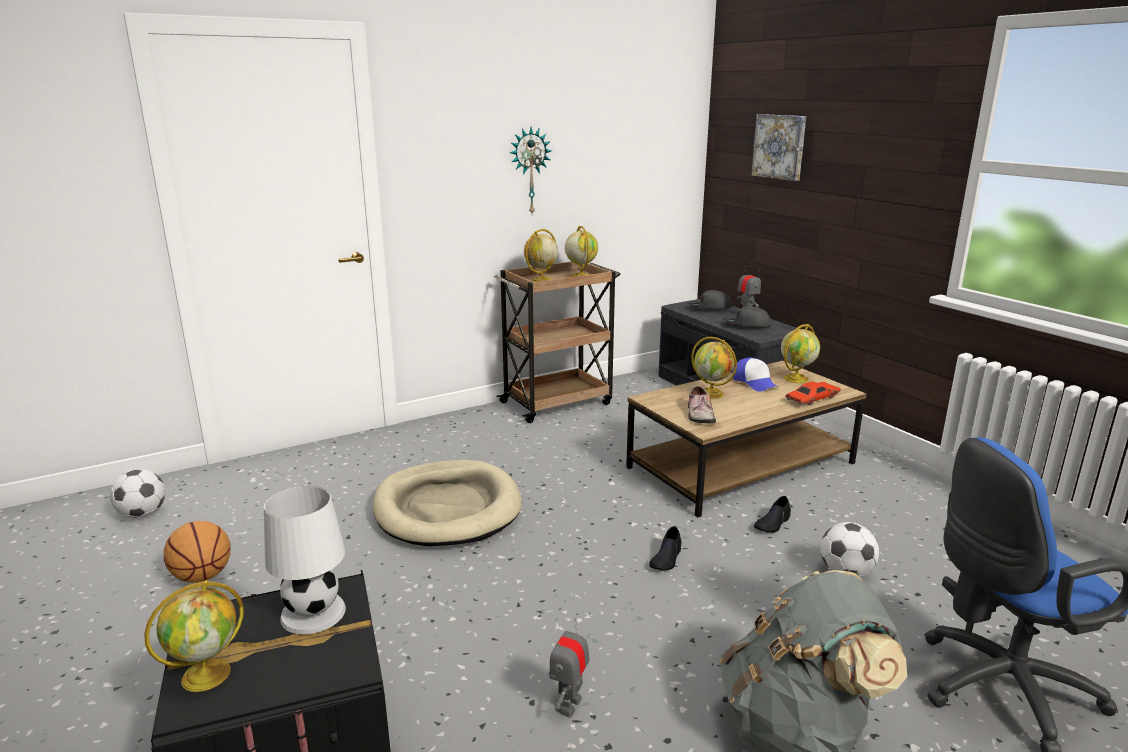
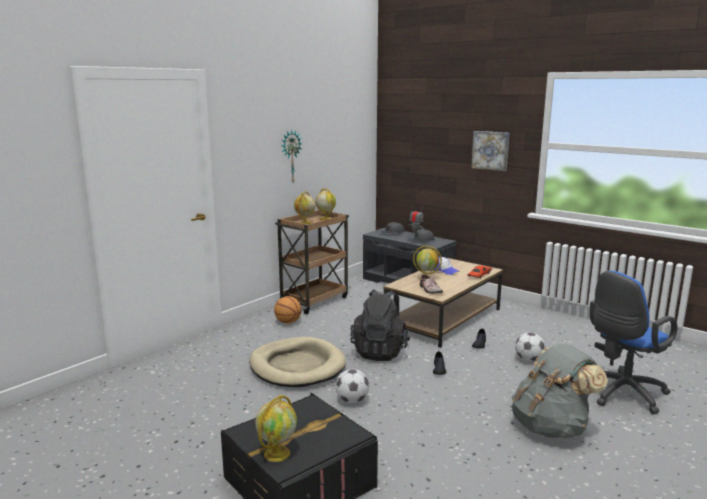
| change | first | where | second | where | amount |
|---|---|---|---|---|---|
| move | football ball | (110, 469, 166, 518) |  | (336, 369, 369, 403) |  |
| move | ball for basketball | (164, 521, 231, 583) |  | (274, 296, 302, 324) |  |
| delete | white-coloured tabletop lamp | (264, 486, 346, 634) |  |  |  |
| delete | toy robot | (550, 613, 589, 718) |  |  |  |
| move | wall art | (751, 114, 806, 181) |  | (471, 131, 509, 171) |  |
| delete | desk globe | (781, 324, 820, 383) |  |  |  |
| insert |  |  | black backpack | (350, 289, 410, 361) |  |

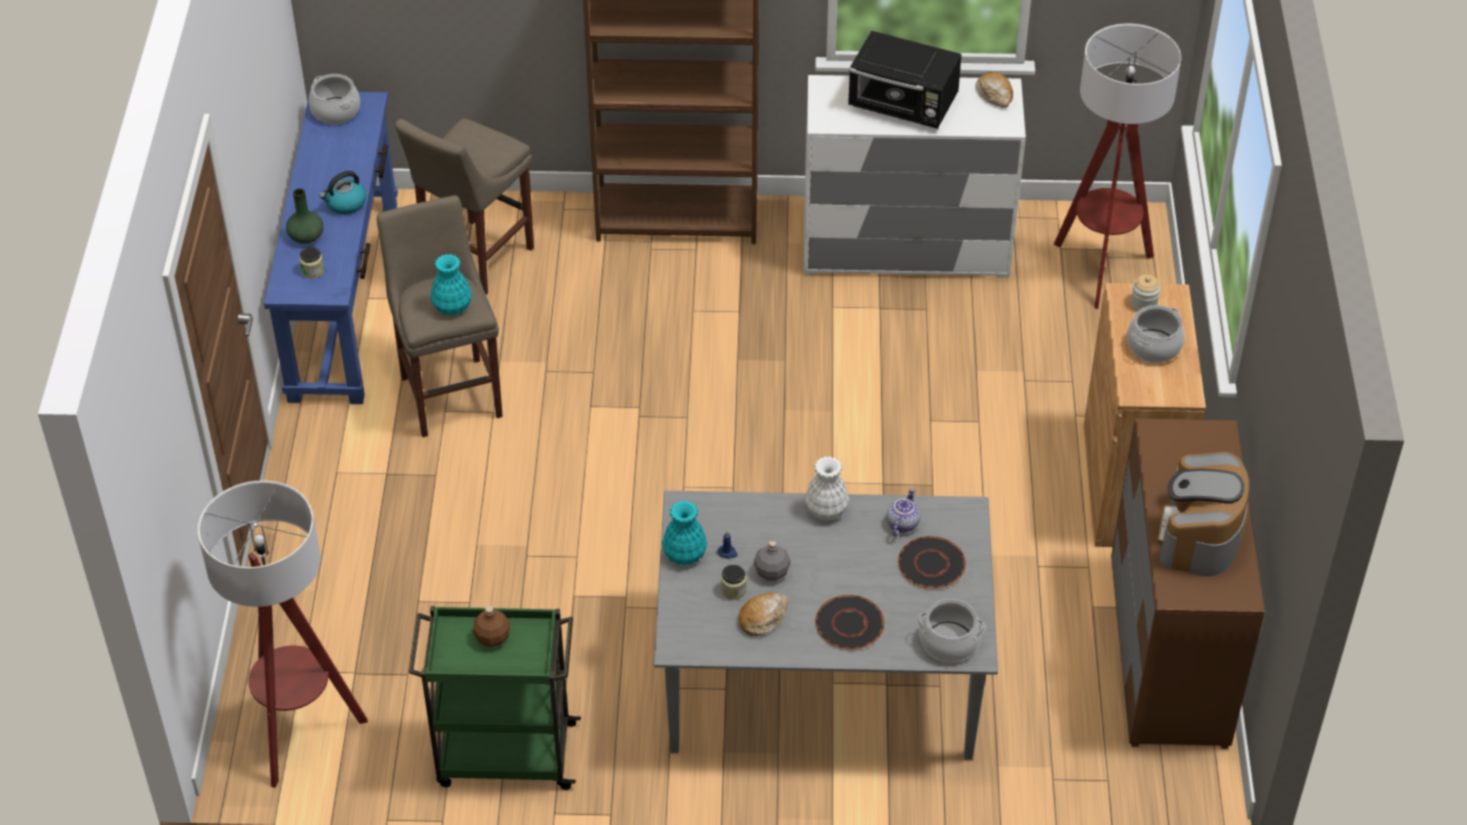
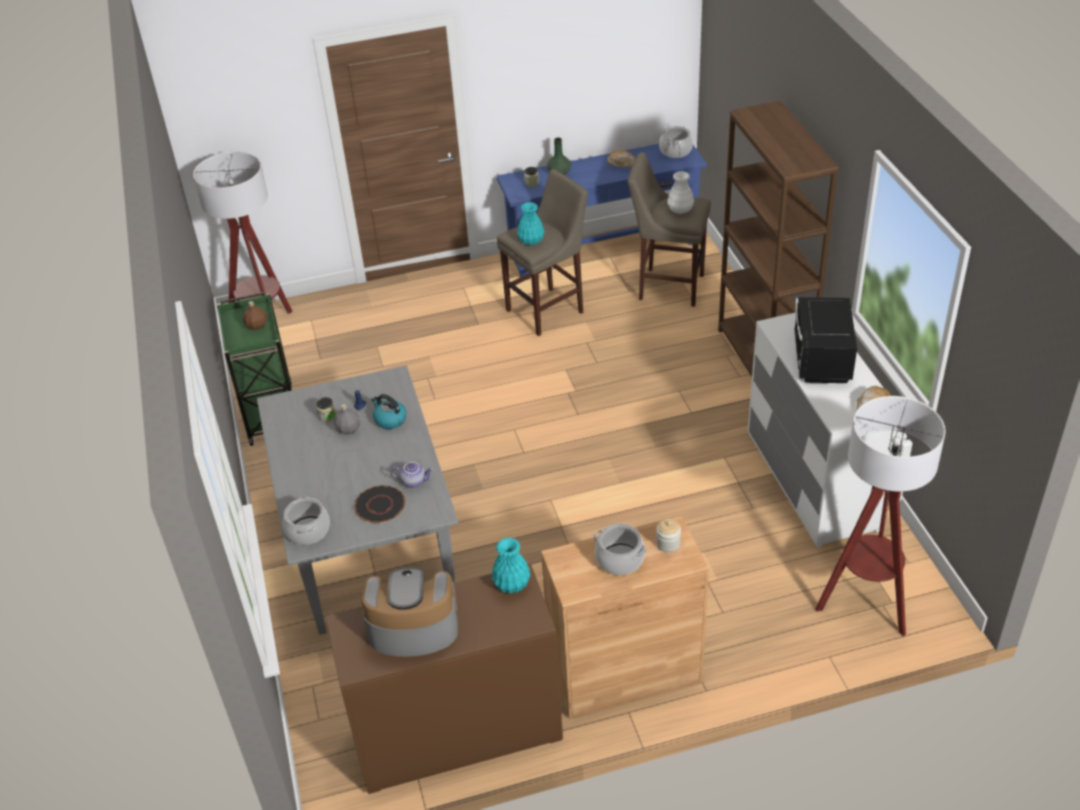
| change | first | where | second | where | amount |
|---|---|---|---|---|---|
| move | kettle | (320, 171, 366, 214) |  | (371, 394, 407, 429) |  |
| move | blue-green decorative vase | (662, 501, 707, 566) |  | (492, 537, 530, 594) |  |
| move | baked bread | (739, 593, 788, 636) |  | (607, 150, 636, 168) |  |
| move | white-coloured decorative vase | (805, 456, 849, 521) |  | (667, 171, 694, 214) |  |
| delete | black dinner plate | (815, 595, 885, 650) |  |  |  |

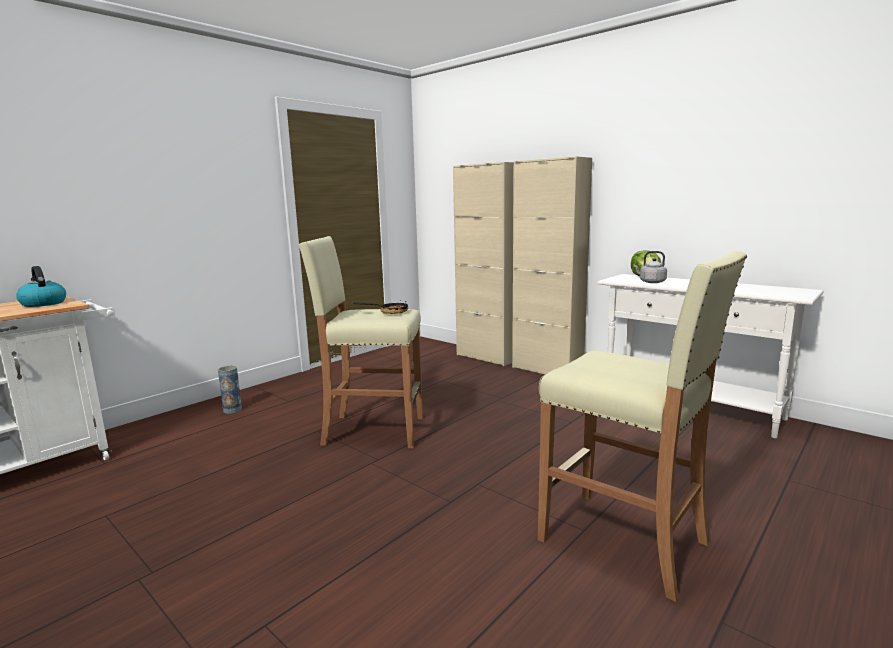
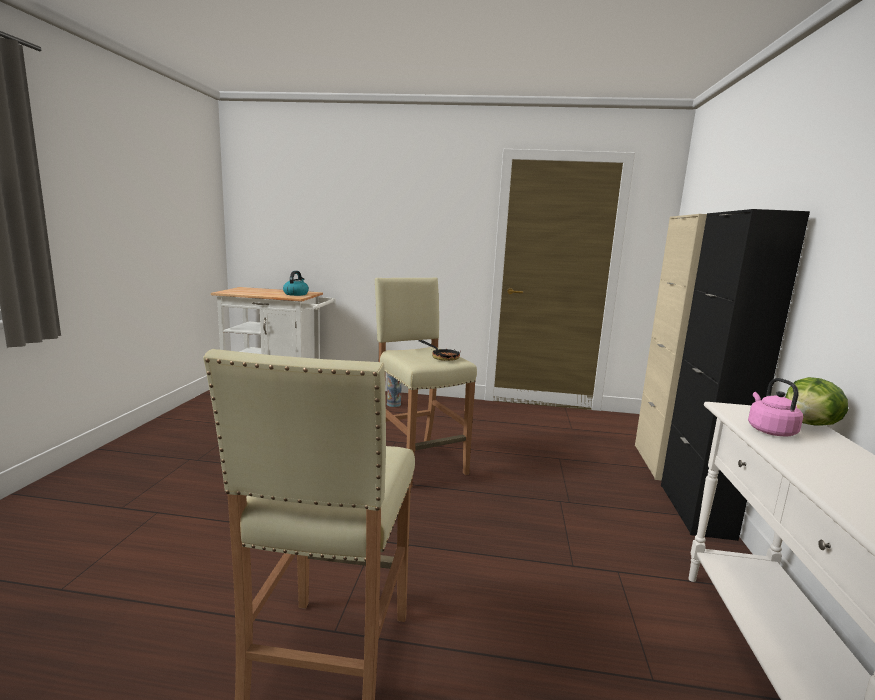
| change | first | where | second | where | amount |
|---|---|---|---|---|---|
| recolor | beige cupboard | (512, 156, 592, 374) | black cupboard | (661, 209, 810, 541) |  |
| recolor | grey kettle | (633, 251, 667, 283) | pink kettle | (748, 378, 803, 437) |  |

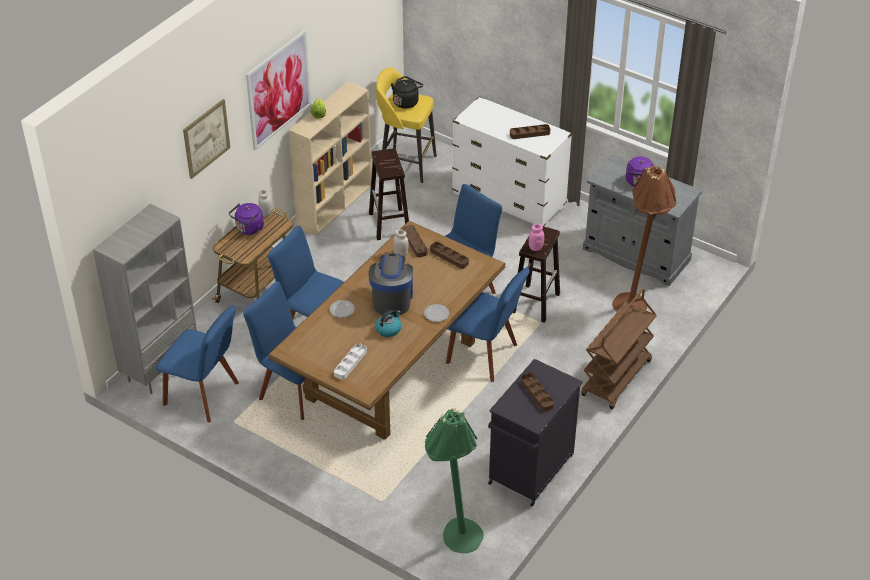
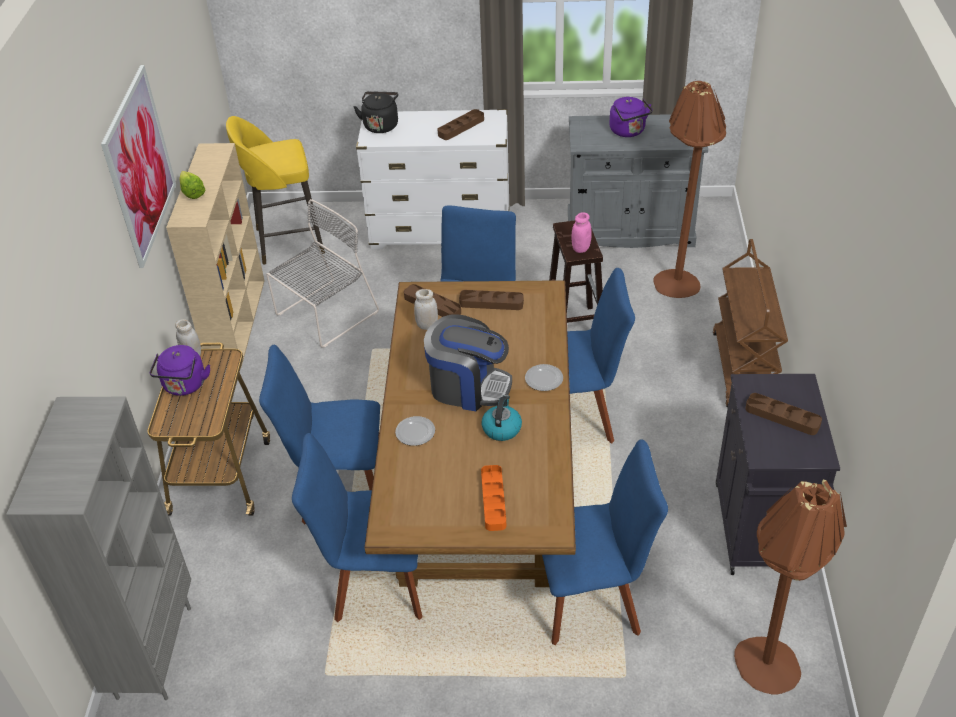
| change | first | where | second | where | amount |
|---|---|---|---|---|---|
| move | blue-coloured plain chair | (156, 305, 239, 423) |  | (542, 439, 668, 645) |  |
| delete | wall art | (183, 99, 230, 179) |  |  |  |
| recolor | white-coloured carrying tray | (334, 343, 367, 380) | orange carrying tray | (481, 465, 506, 531) |  |
| rotate | coffee maker | (368, 253, 413, 315) |  | (424, 315, 512, 411) | 135 degrees clockwise |
| replace | brown-coloured stool seat | (369, 148, 409, 240) | grey plain chair | (266, 199, 379, 347) |  |
| move | black kettle | (391, 76, 423, 109) |  | (354, 91, 398, 133) |  |
| recolor | green-coloured standing lamp | (425, 408, 484, 553) | brown-coloured standing lamp | (734, 480, 847, 695) |  |

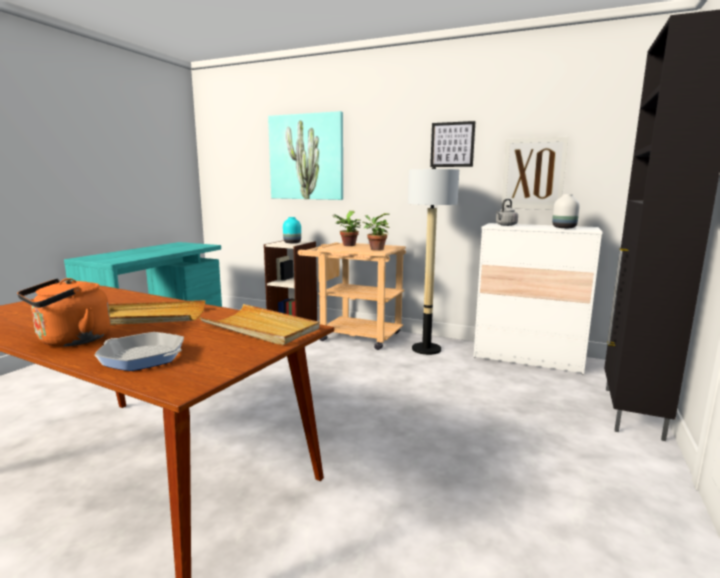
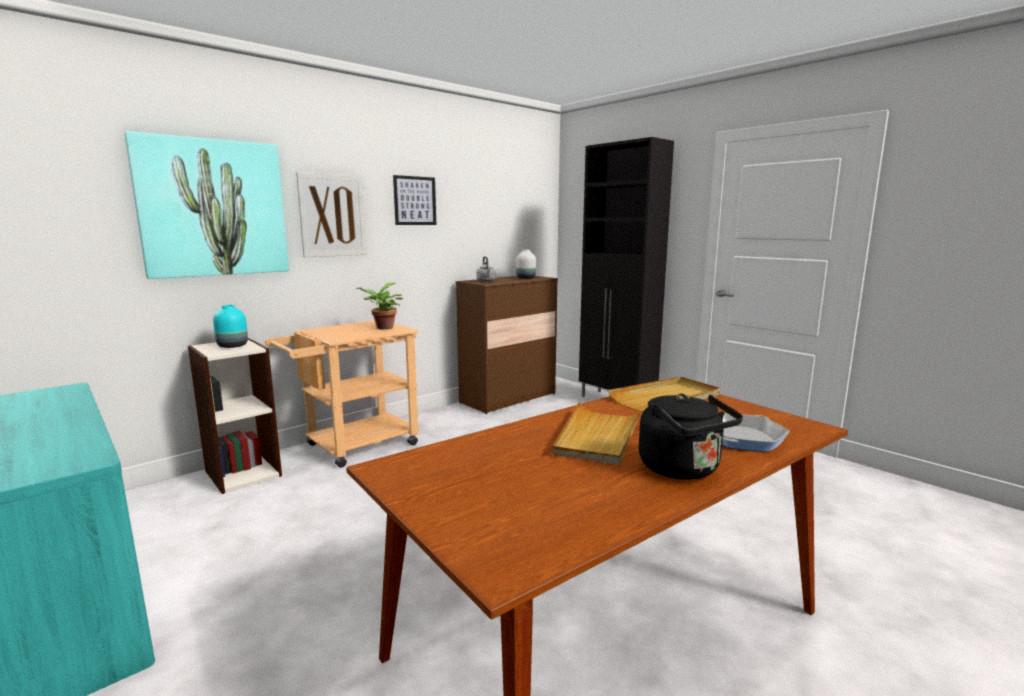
| change | first | where | second | where | amount |
|---|---|---|---|---|---|
| recolor | orange kettle | (17, 278, 110, 347) | black kettle | (639, 394, 743, 480) |  |
| delete | plant in a pot | (333, 211, 361, 246) |  |  |  |
| delete | standing lamp | (408, 166, 459, 355) |  |  |  |
| recolor | white-coloured chest of drawers | (474, 223, 603, 374) | brown-coloured chest of drawers | (456, 276, 558, 414) |  |
| move | wall art | (501, 137, 569, 210) |  | (296, 172, 367, 257) |  |

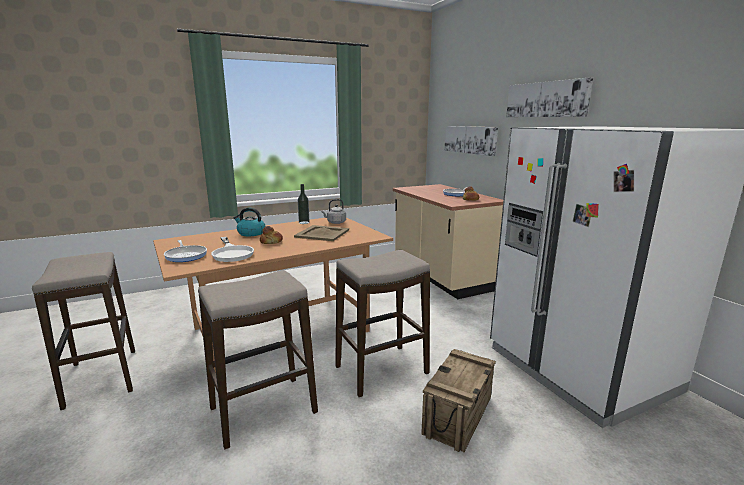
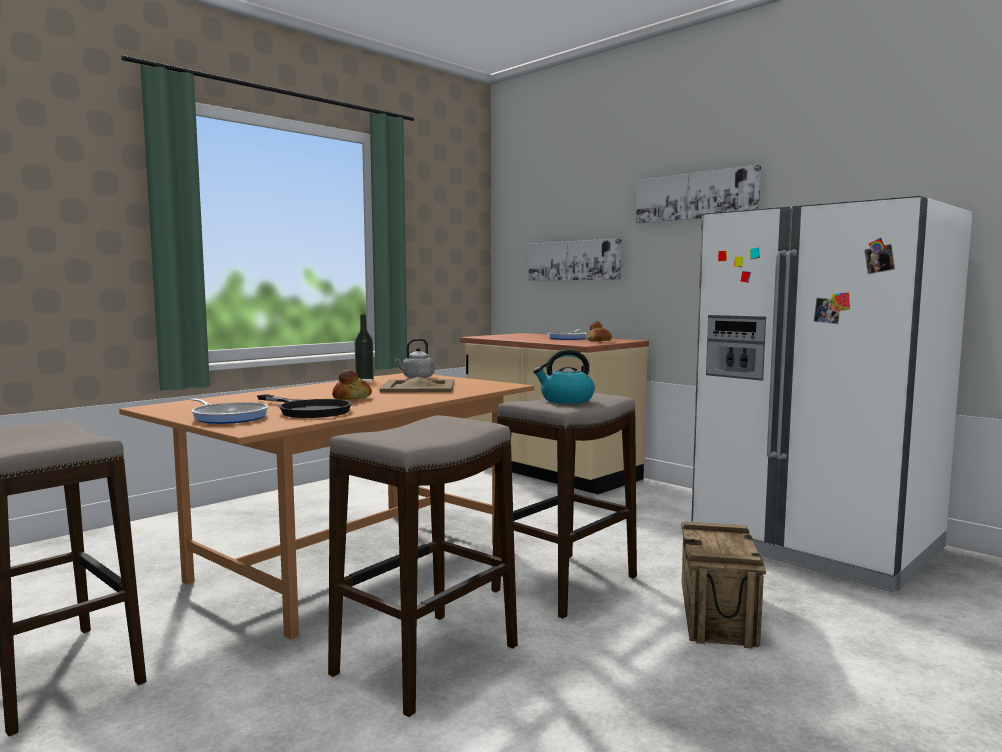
| change | first | where | second | where | amount |
|---|---|---|---|---|---|
| recolor | white-coloured pan | (211, 237, 254, 262) | black pan | (257, 394, 352, 418) |  |
| move | kettle | (234, 208, 265, 236) |  | (533, 349, 595, 404) |  |

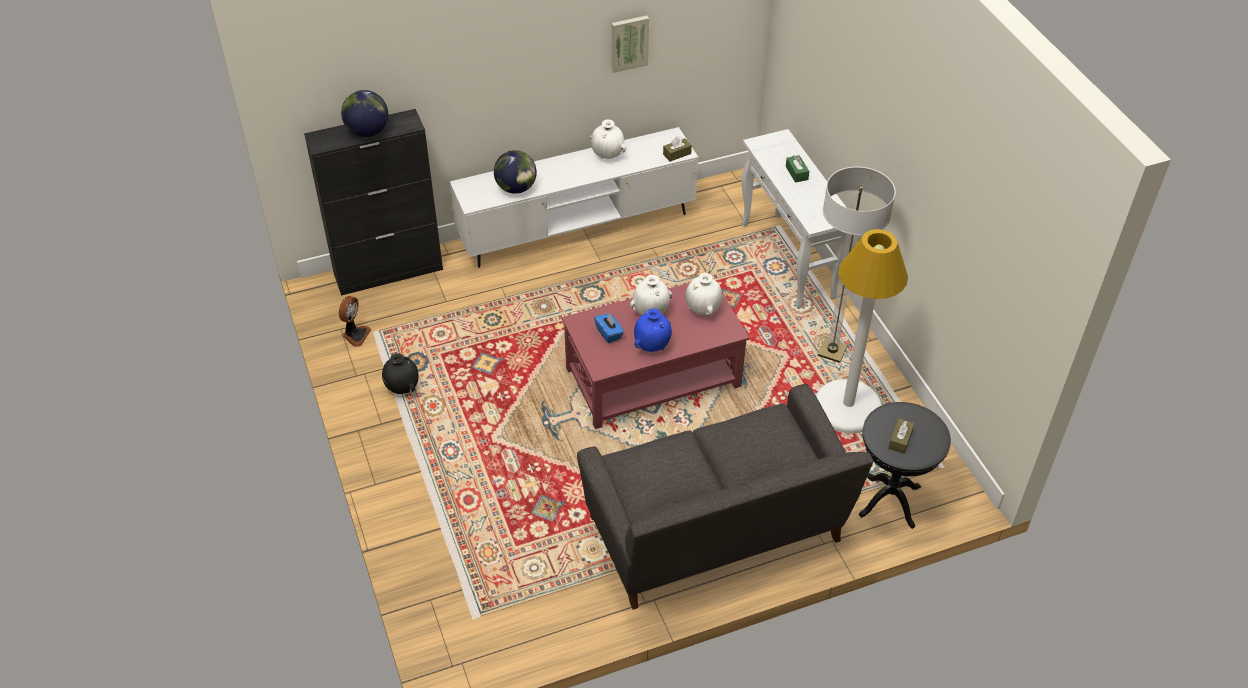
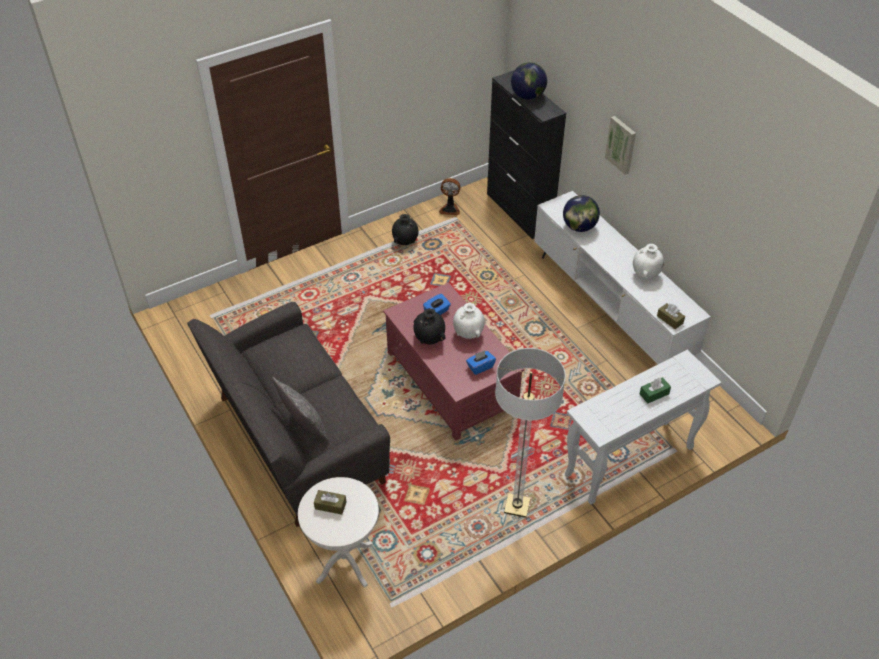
| change | first | where | second | where | amount |
|---|---|---|---|---|---|
| move | wall art | (612, 16, 649, 73) |  | (605, 116, 636, 175) |  |
| recolor | blue-coloured decorative vase | (634, 309, 672, 352) | black decorative vase | (414, 308, 446, 344) |  |
| replace | white-coloured decorative vase | (686, 273, 722, 315) | blue-coloured box of tissues | (466, 350, 496, 375) |  |
| delete | white-coloured standing lamp | (816, 229, 908, 434) |  |  |  |
| recolor | black end table | (859, 402, 951, 529) | white-coloured end table | (298, 477, 379, 587) |  |
| insert |  |  | cushion | (272, 377, 329, 443) |  |

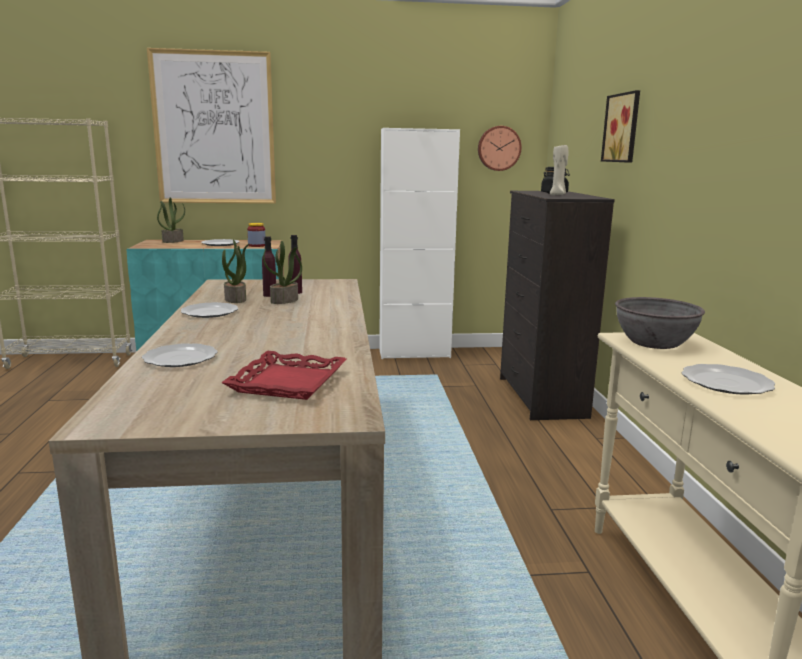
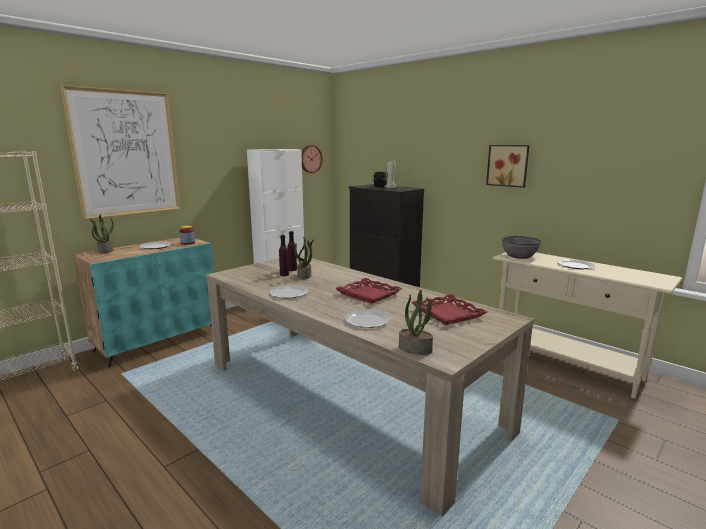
| change | first | where | second | where | amount |
|---|---|---|---|---|---|
| move | plant in a pot | (222, 239, 249, 303) |  | (399, 289, 433, 355) |  |
| move | wall art | (601, 90, 640, 163) |  | (486, 145, 530, 188) |  |
| insert |  |  | red-coloured carrying tray | (335, 278, 402, 304) |  |

